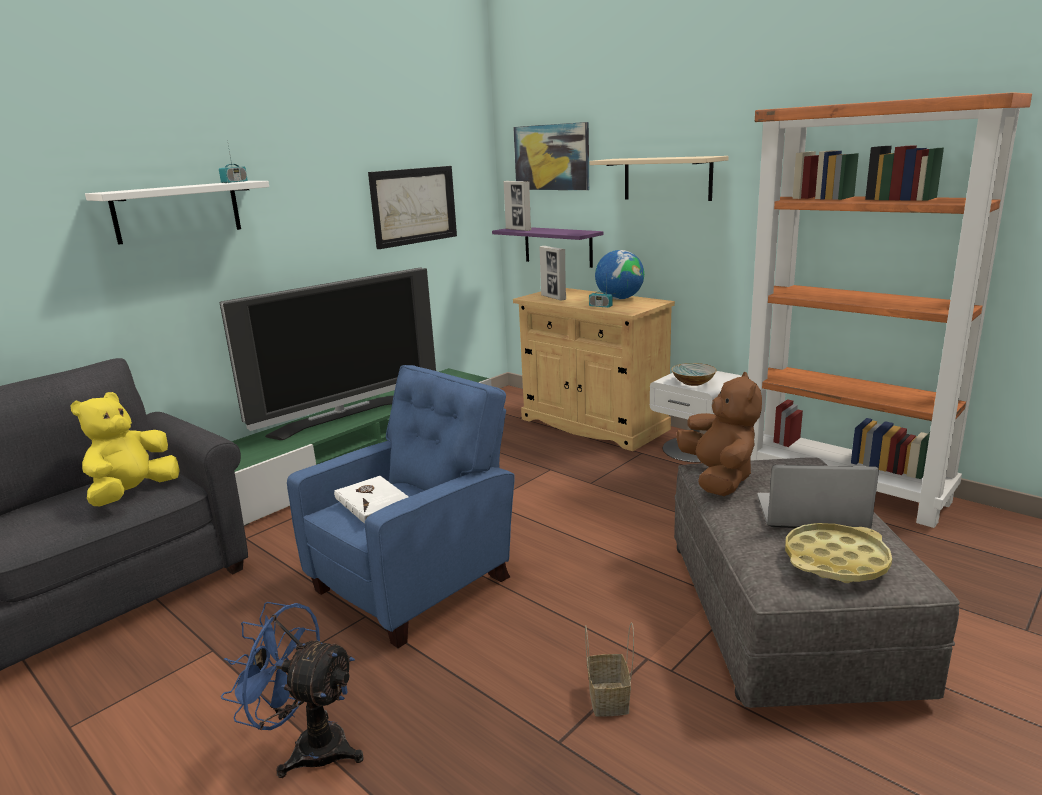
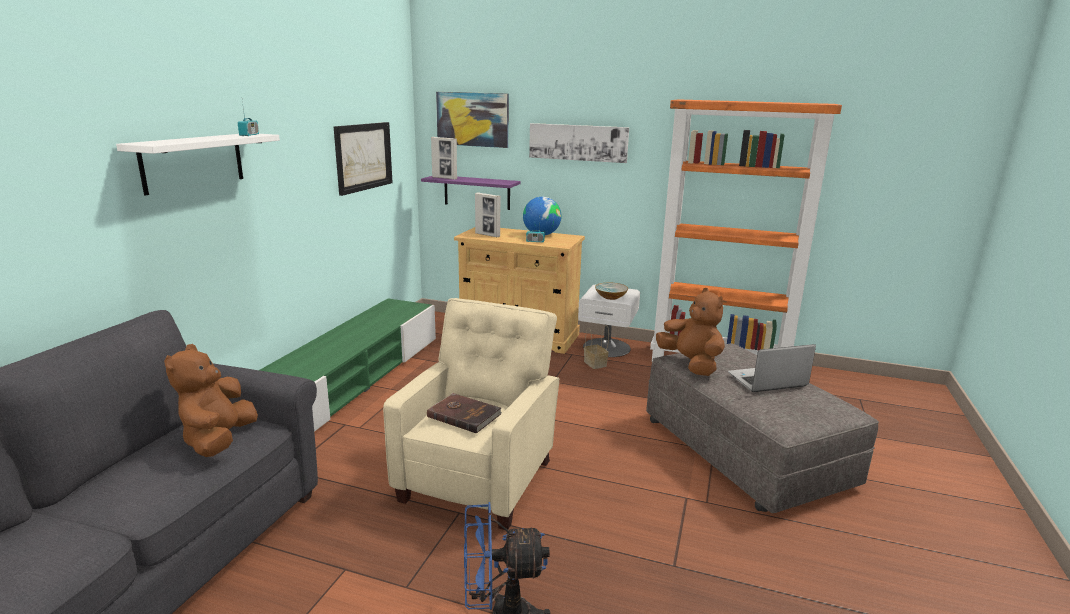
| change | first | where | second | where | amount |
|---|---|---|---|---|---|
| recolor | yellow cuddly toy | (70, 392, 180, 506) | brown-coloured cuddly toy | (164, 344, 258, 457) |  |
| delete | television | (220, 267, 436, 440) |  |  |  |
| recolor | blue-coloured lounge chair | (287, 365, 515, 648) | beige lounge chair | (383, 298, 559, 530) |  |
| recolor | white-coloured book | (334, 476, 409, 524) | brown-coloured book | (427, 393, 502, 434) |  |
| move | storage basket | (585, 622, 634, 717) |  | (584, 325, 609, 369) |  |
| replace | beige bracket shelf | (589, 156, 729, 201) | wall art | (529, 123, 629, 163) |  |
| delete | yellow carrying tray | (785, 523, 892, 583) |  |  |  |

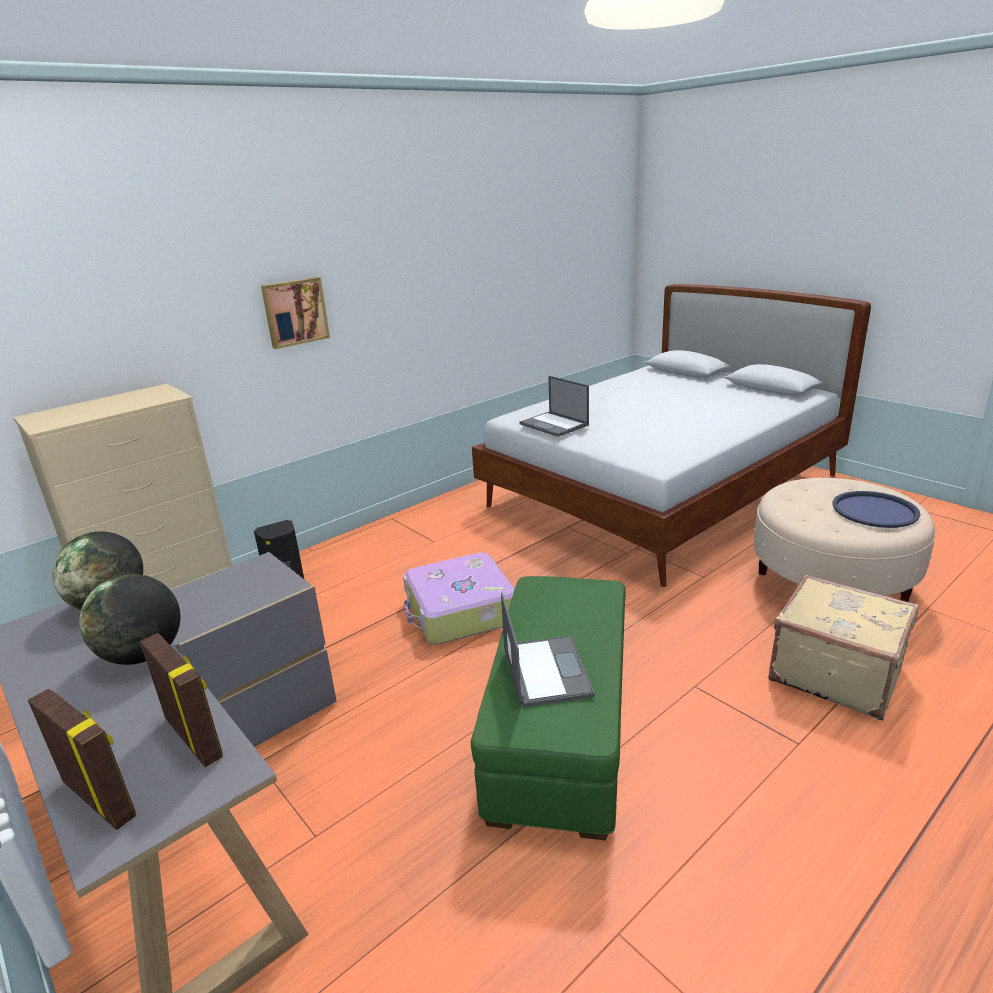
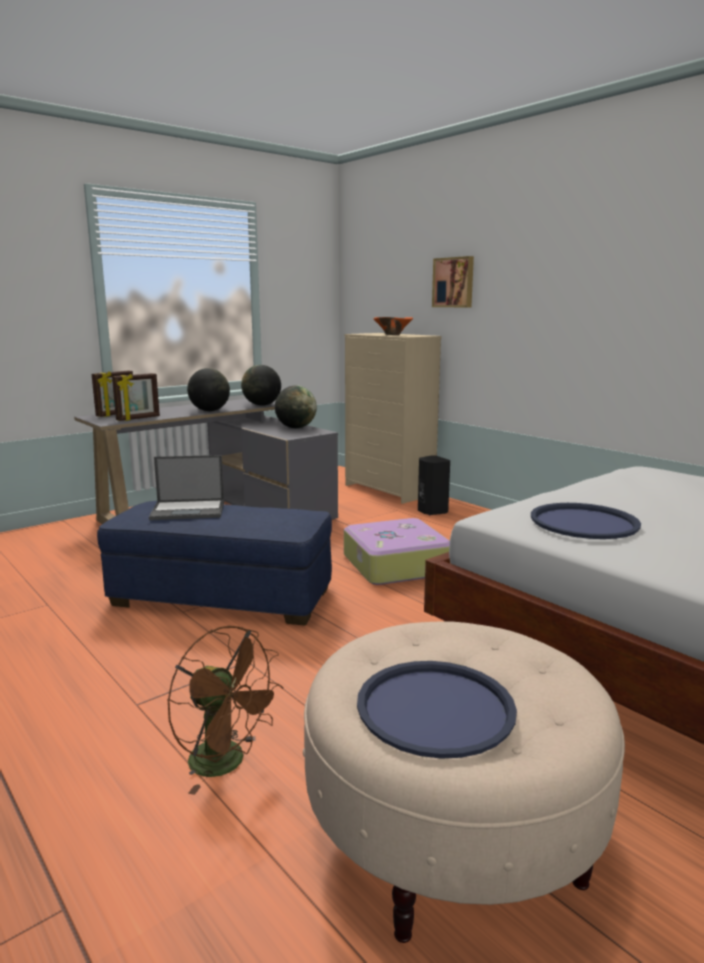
| change | first | where | second | where | amount |
|---|---|---|---|---|---|
| move | wall art | (261, 277, 330, 349) |  | (432, 256, 474, 307) |  |
| recolor | green-coloured footrest | (471, 576, 626, 840) | blue-coloured footrest | (97, 501, 332, 626) |  |
| delete | notebook computer | (519, 376, 589, 437) |  |  |  |
| replace | beige piece of luggage | (768, 574, 919, 720) | brown-coloured fan | (168, 626, 284, 795) |  |
| insert |  |  | desk globe | (275, 385, 317, 428) |  |
| insert |  |  | orange deep dish | (373, 317, 413, 335) |  |
| insert |  |  | blue-coloured carrying tray | (531, 503, 641, 539) |  |

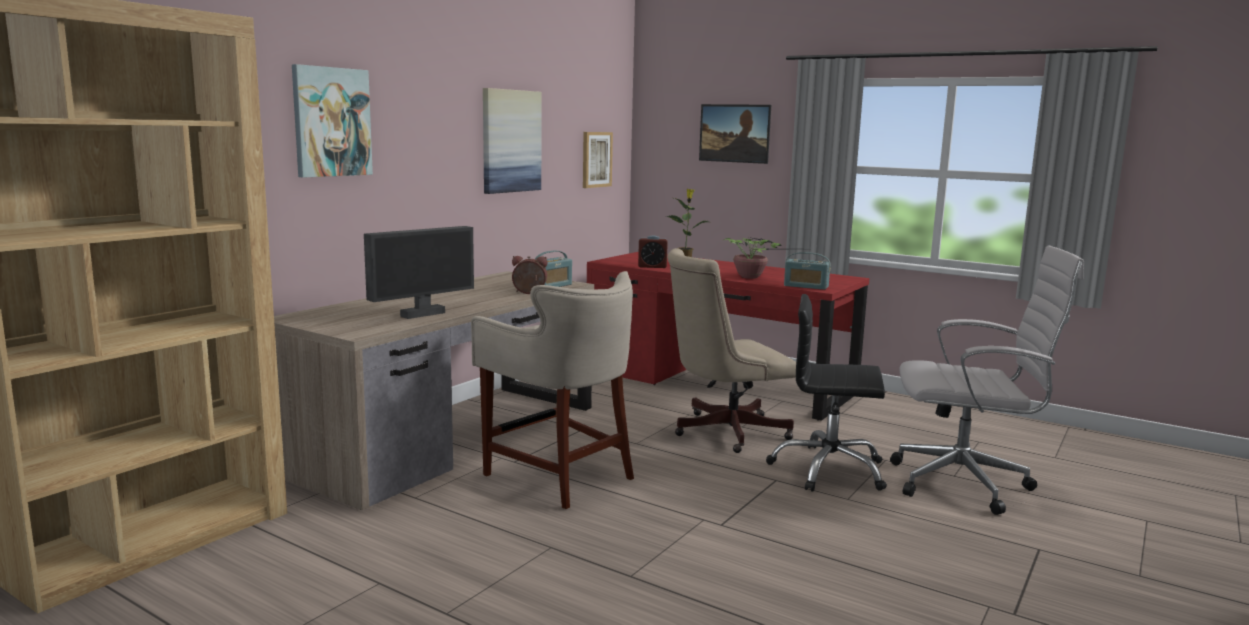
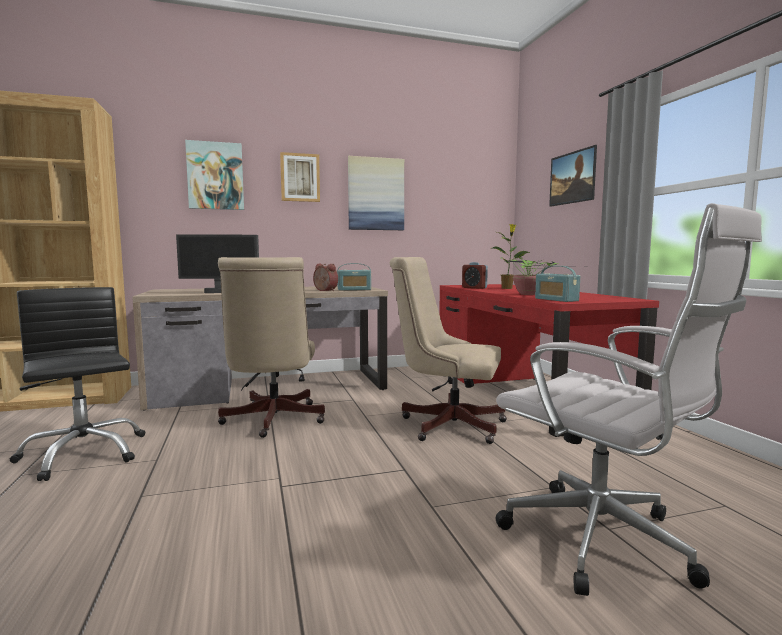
| change | first | where | second | where | amount |
|---|---|---|---|---|---|
| replace | beige stool seat | (471, 271, 634, 509) | beige computer chair | (218, 257, 325, 438) |  |
| move | wall art | (583, 132, 613, 188) |  | (280, 152, 320, 202) |  |
| move | black computer chair | (766, 294, 887, 492) |  | (9, 287, 145, 481) |  |

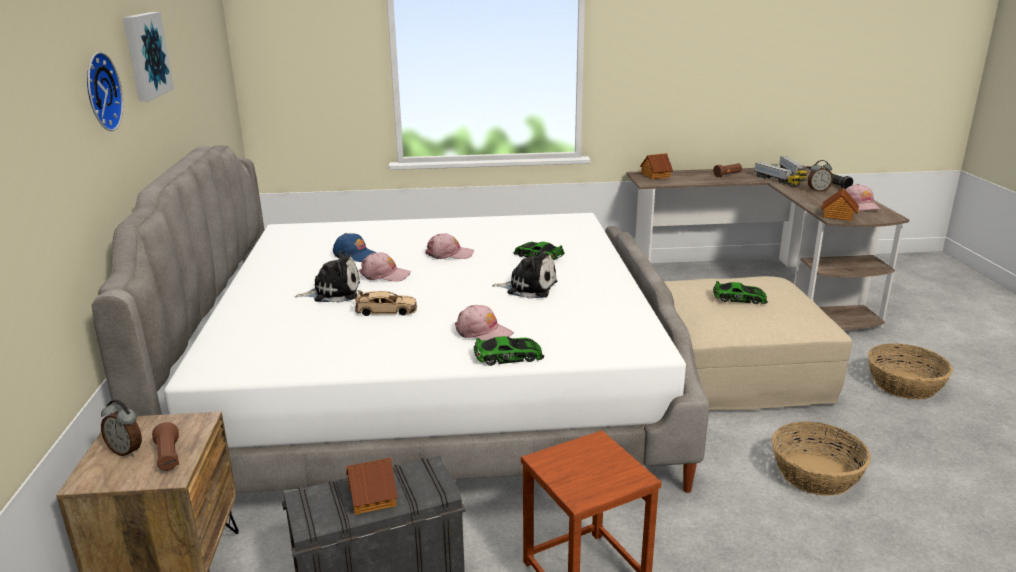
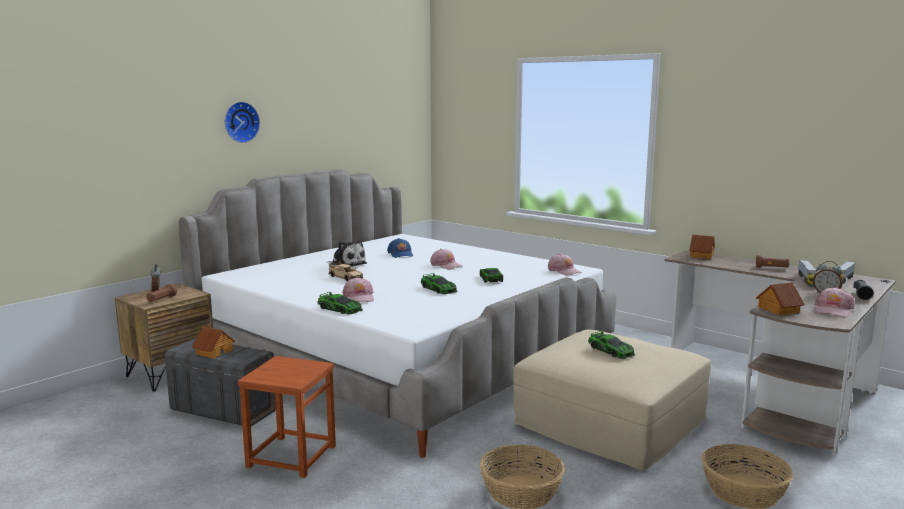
| change | first | where | second | where | amount |
|---|---|---|---|---|---|
| delete | wall art | (123, 12, 174, 101) |  |  |  |
| move | pink peaked cap | (359, 253, 411, 282) |  | (548, 254, 582, 276) |  |
| replace | cuddly toy | (492, 248, 557, 299) | model car | (421, 273, 457, 294) |  |

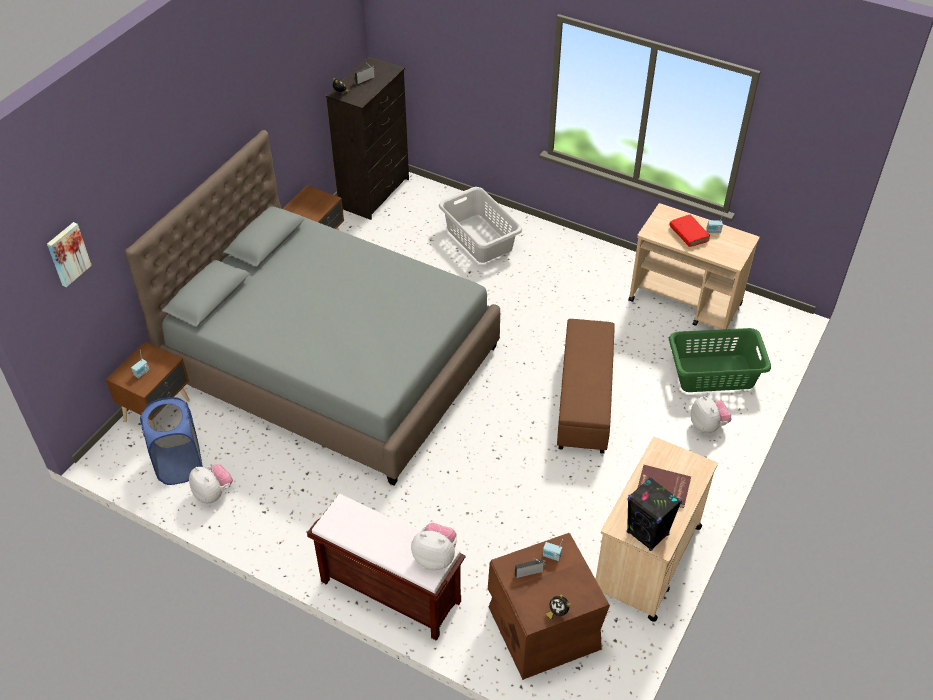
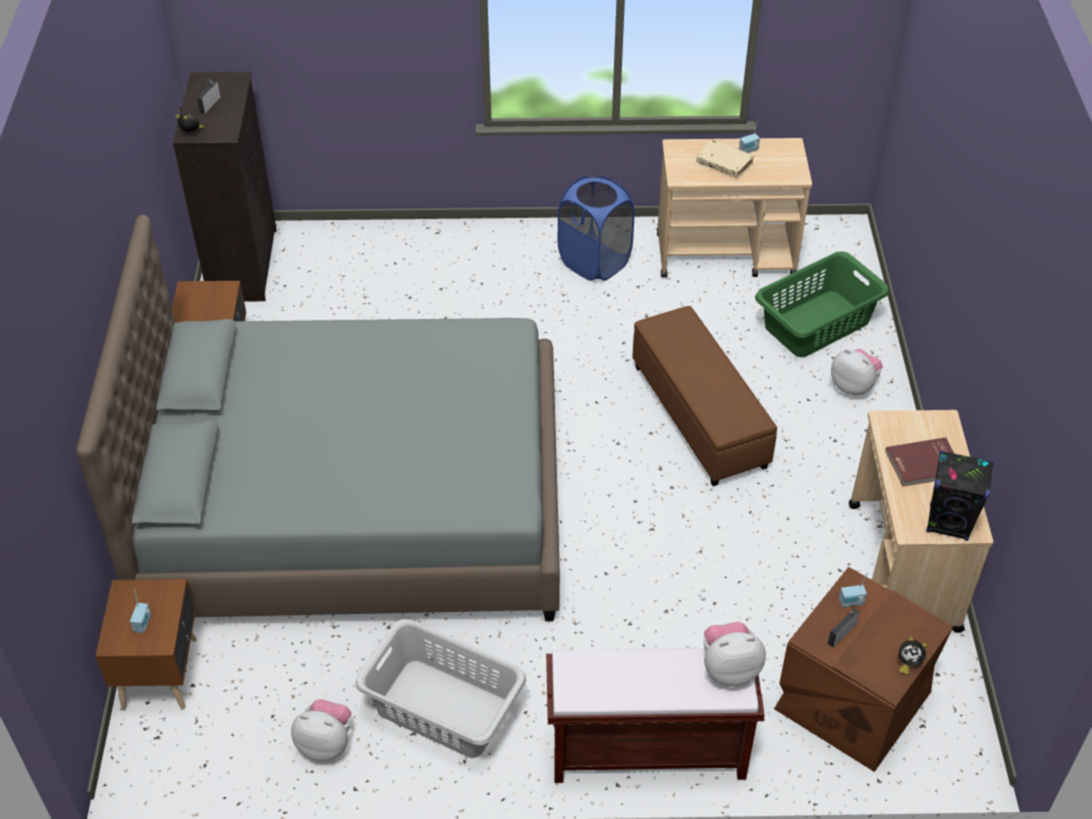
| change | first | where | second | where | amount |
|---|---|---|---|---|---|
| delete | wall art | (47, 222, 92, 287) |  |  |  |
| move | blue-coloured laundry basket | (140, 397, 203, 485) |  | (558, 176, 634, 281) |  |
| move | grey laundry basket | (439, 187, 522, 263) |  | (356, 619, 526, 758) |  |
| recolor | red-coloured book | (669, 215, 710, 247) | beige book | (696, 139, 754, 178) |  |

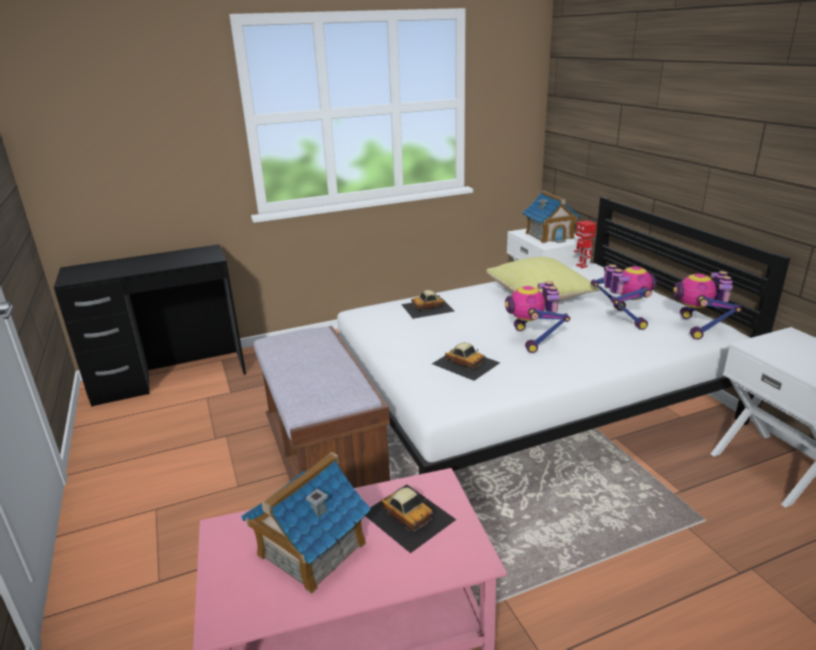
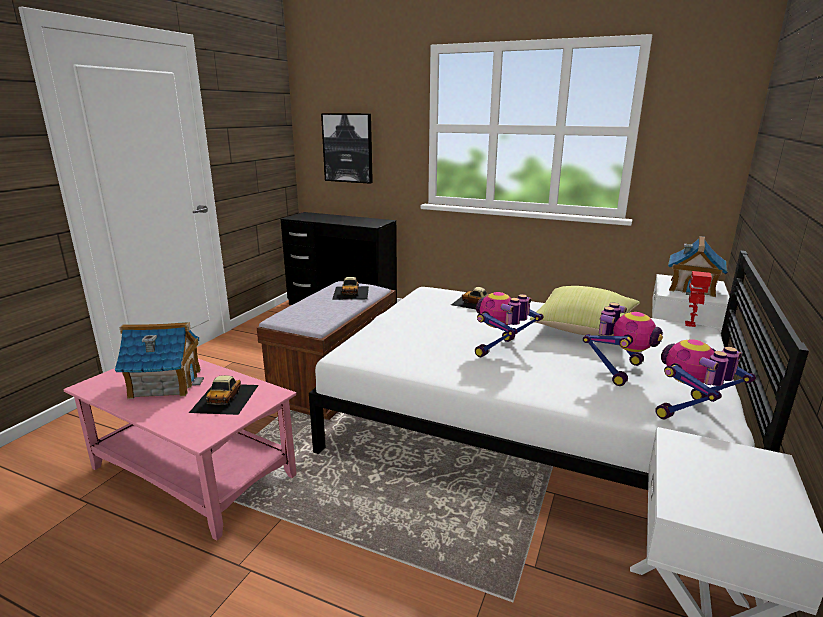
| change | first | where | second | where | amount |
|---|---|---|---|---|---|
| move | model car | (432, 342, 500, 381) |  | (332, 277, 369, 300) |  |
| insert |  |  | wall art | (321, 113, 373, 184) |  |

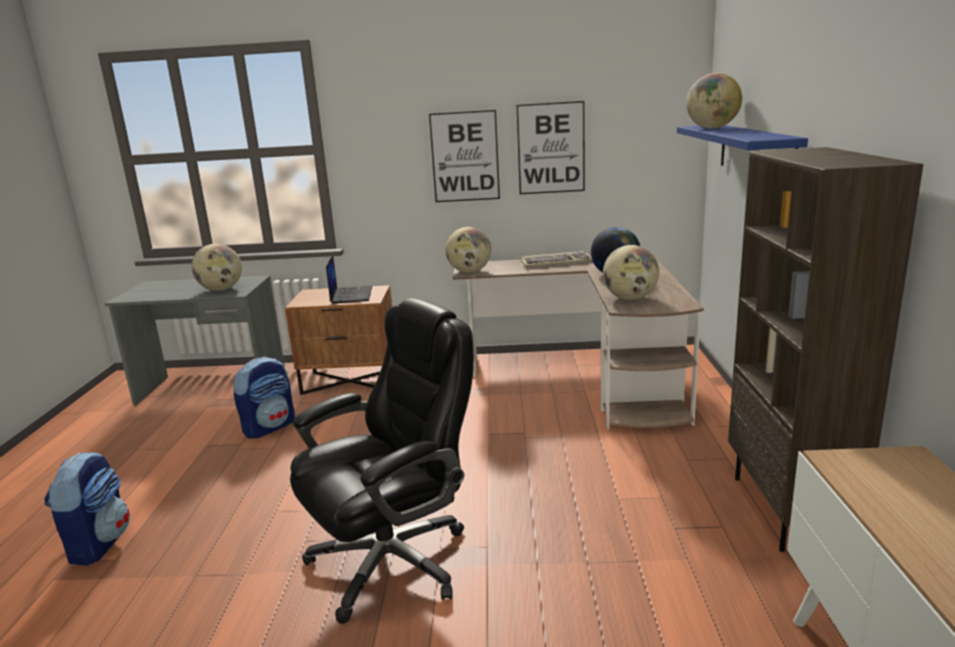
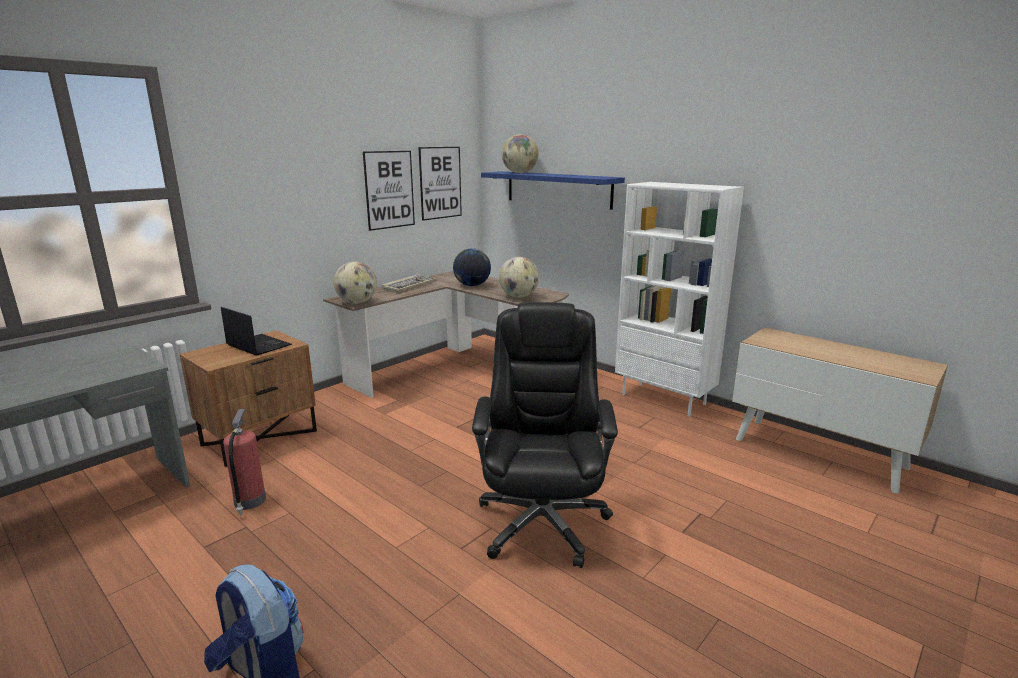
| change | first | where | second | where | amount |
|---|---|---|---|---|---|
| delete | desk globe | (192, 244, 242, 291) |  |  |  |
| replace | backpack | (233, 356, 295, 438) | fire-fighting cylinder | (223, 409, 266, 515) |  |
| move | wall art | (429, 110, 500, 202) |  | (418, 147, 462, 221) |  |
| recolor | brown-coloured bookcase | (728, 147, 923, 552) | white-coloured bookcase | (615, 182, 744, 417) |  |

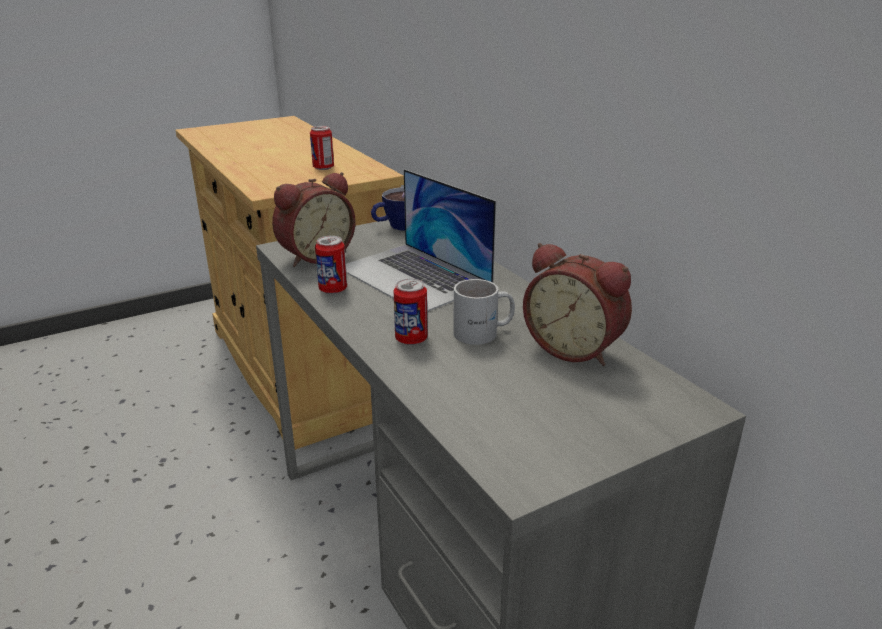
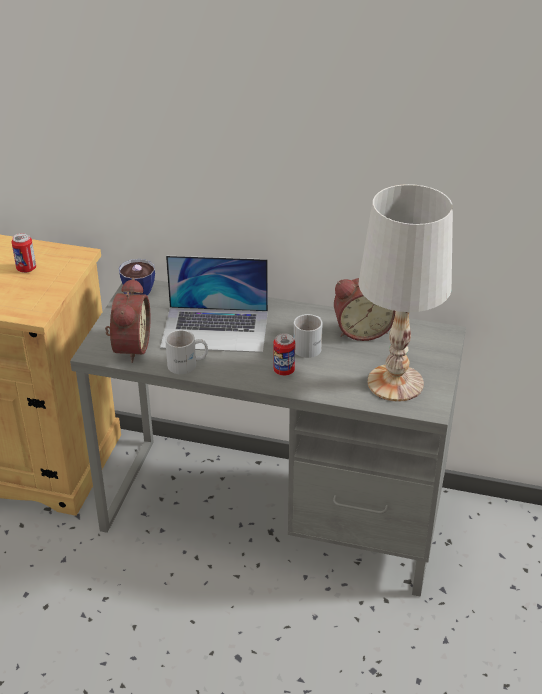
| change | first | where | second | where | amount |
|---|---|---|---|---|---|
| replace | metal can | (315, 236, 347, 294) | white-coloured coffee mug | (165, 330, 208, 374) |  |
| insert |  |  | white-coloured tabletop lamp | (358, 184, 453, 402) |  |

